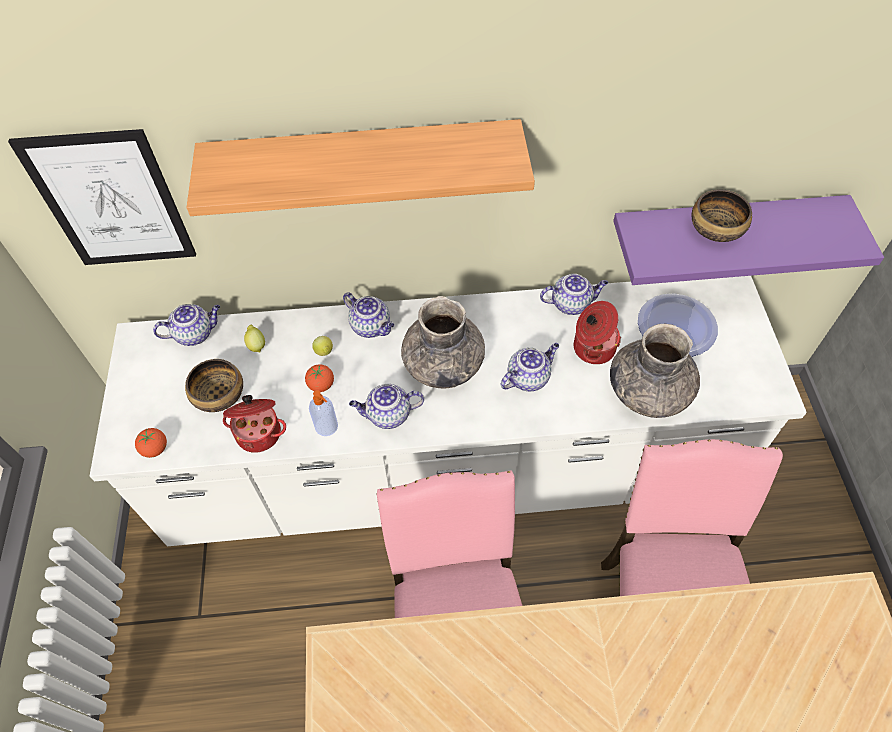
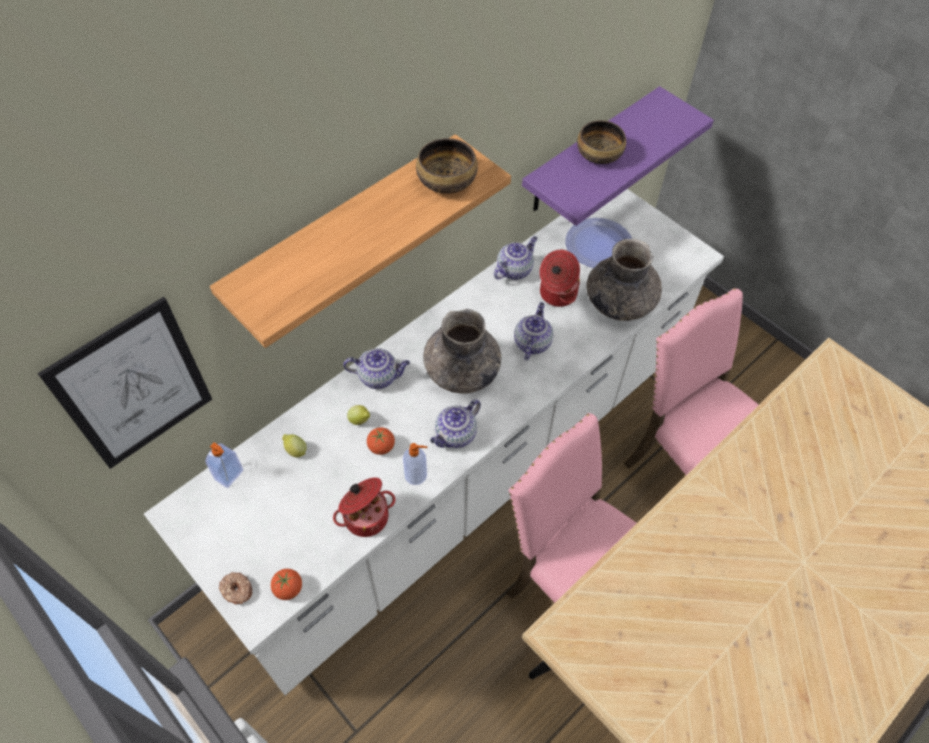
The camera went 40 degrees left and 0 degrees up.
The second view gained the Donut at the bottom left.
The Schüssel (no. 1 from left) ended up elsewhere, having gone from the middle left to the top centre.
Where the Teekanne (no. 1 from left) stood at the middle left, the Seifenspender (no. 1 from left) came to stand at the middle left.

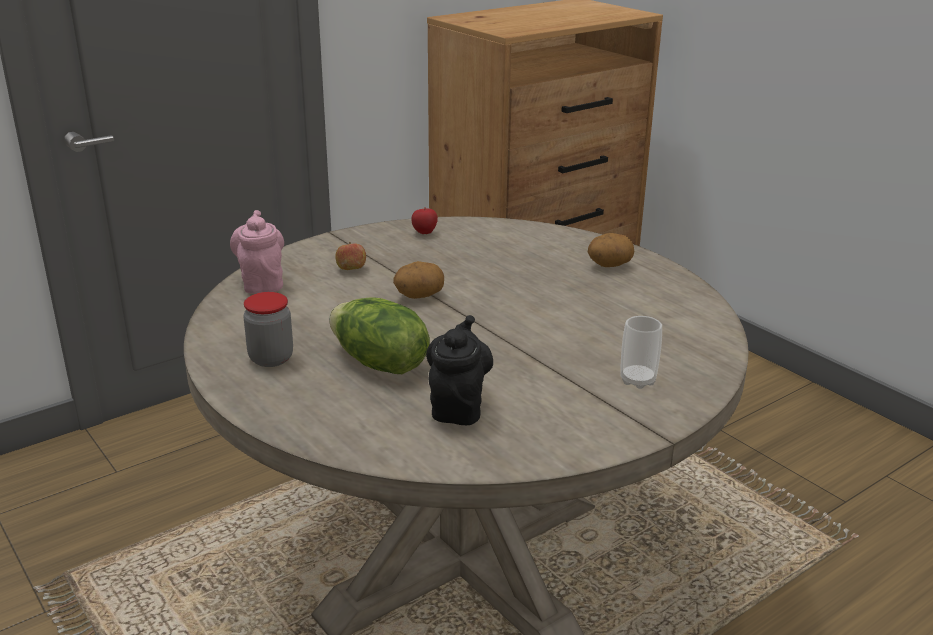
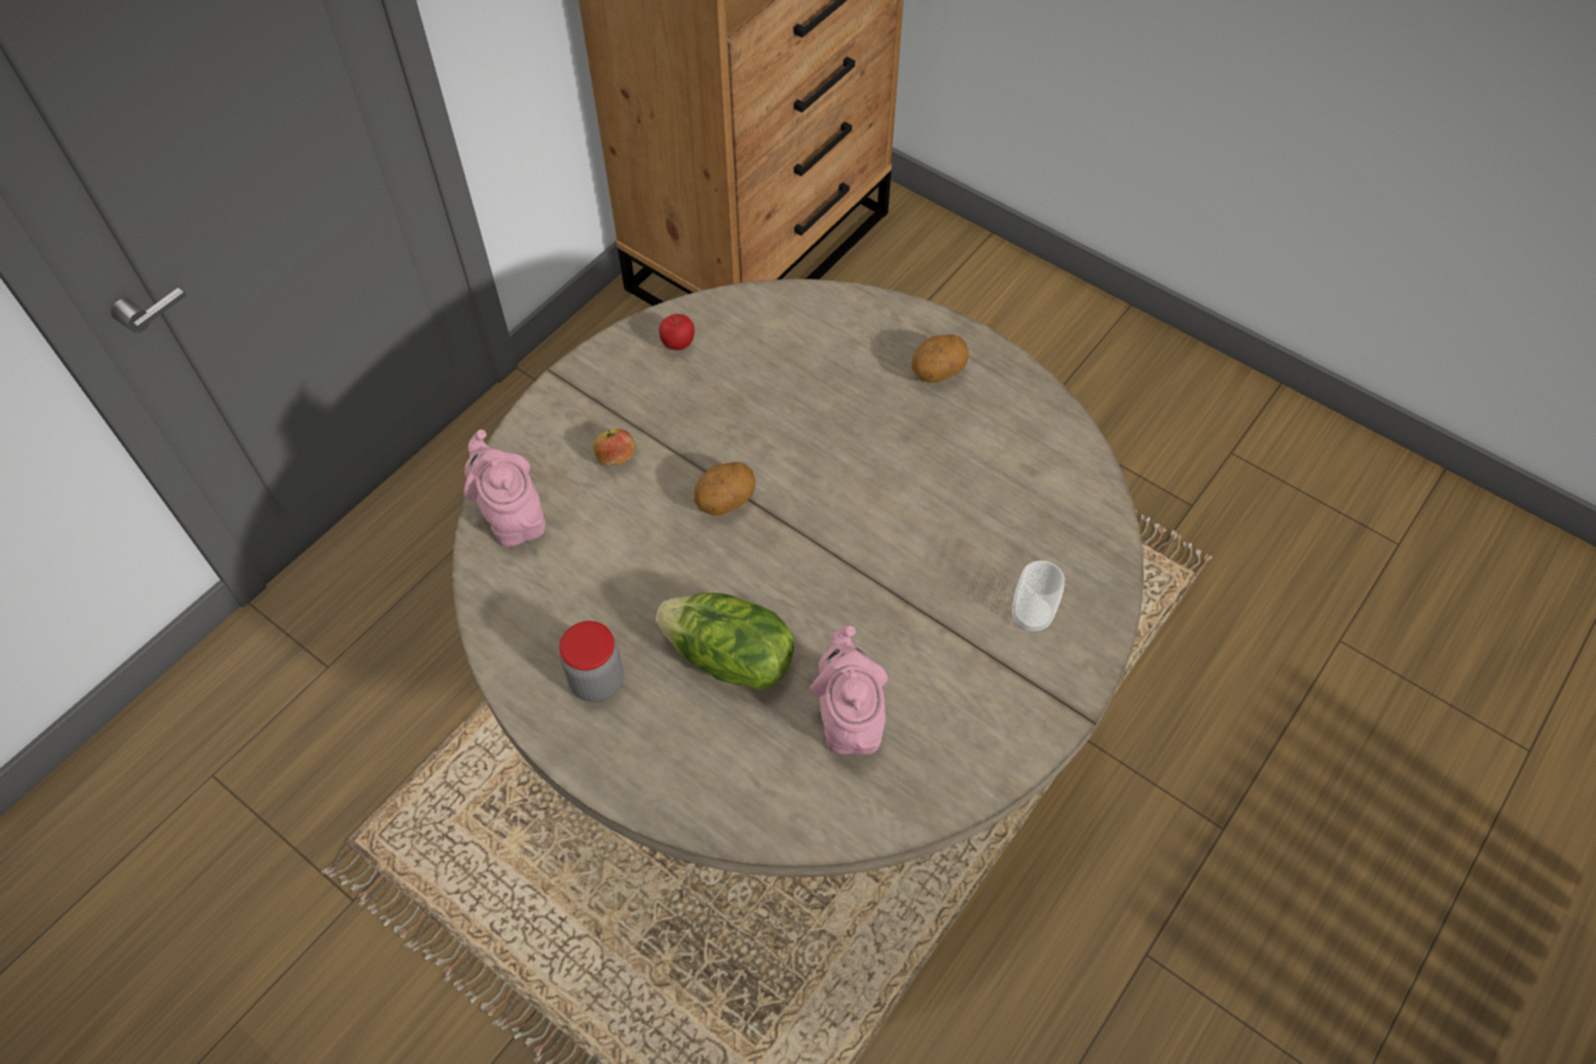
The camera went 15 degrees left and 30 degrees up.
What was the Teekanne (schwarz) at the centre turned into the Teekanne (rosa) (no. 2 from left) at the centre.

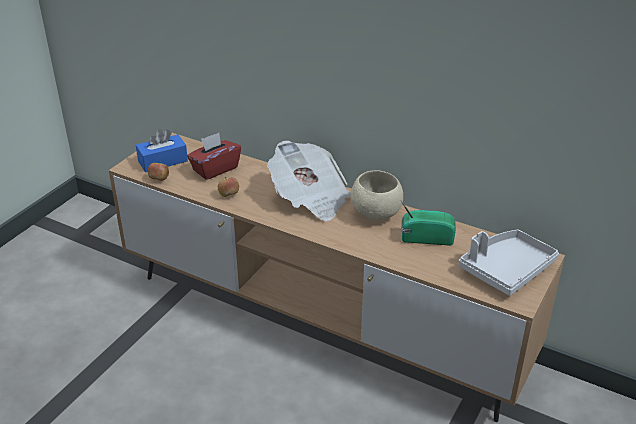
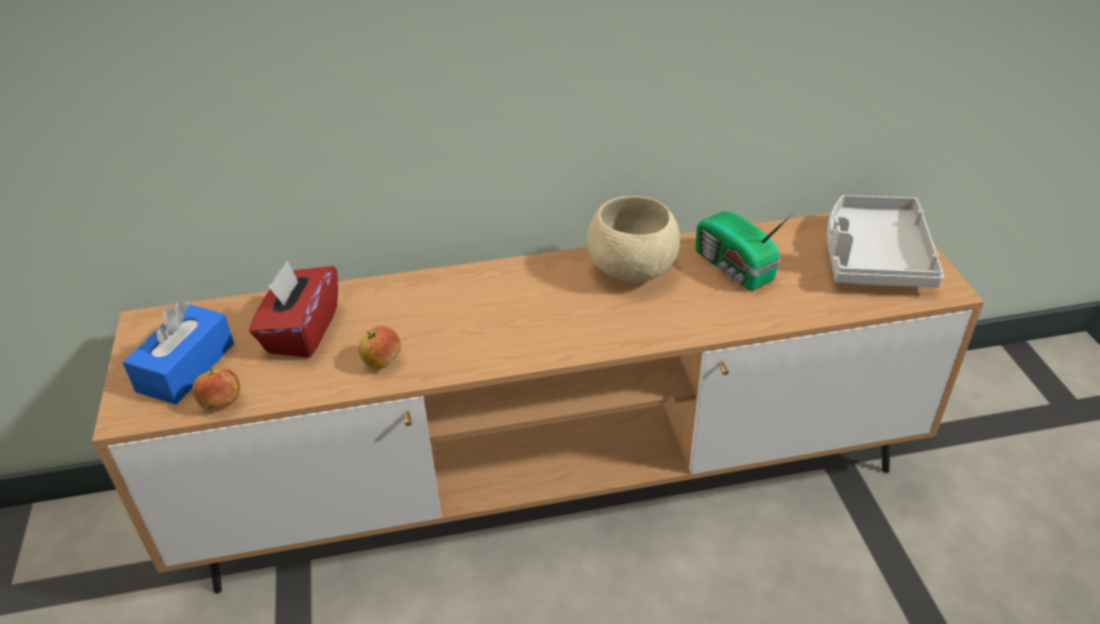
The camera went 40 degrees left and 5 degrees up.
The second view lost the Zeitung at the centre.
The Radio at the middle right ended up facing another way, 90 degrees counterclockwise from before.

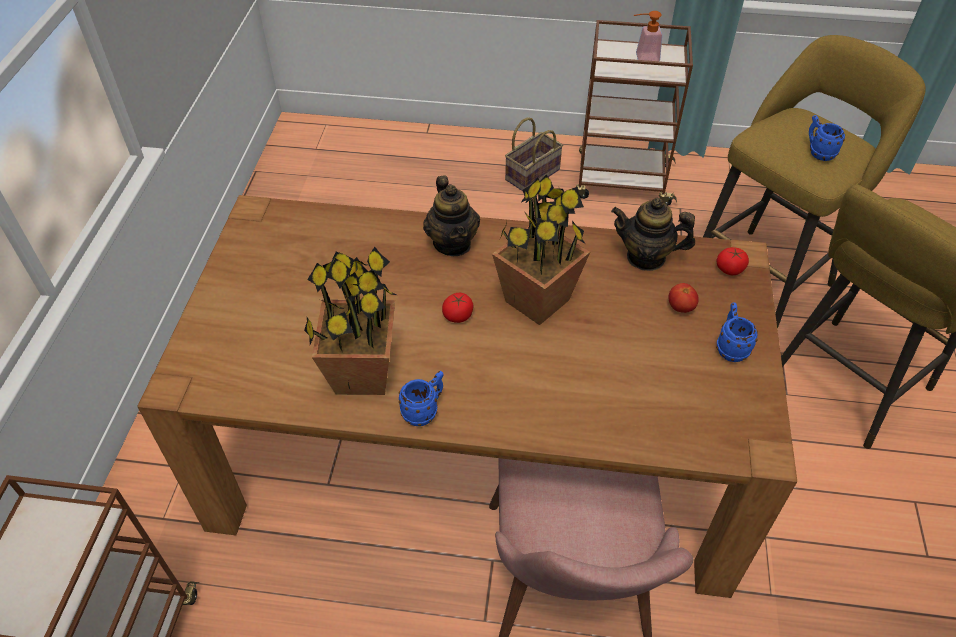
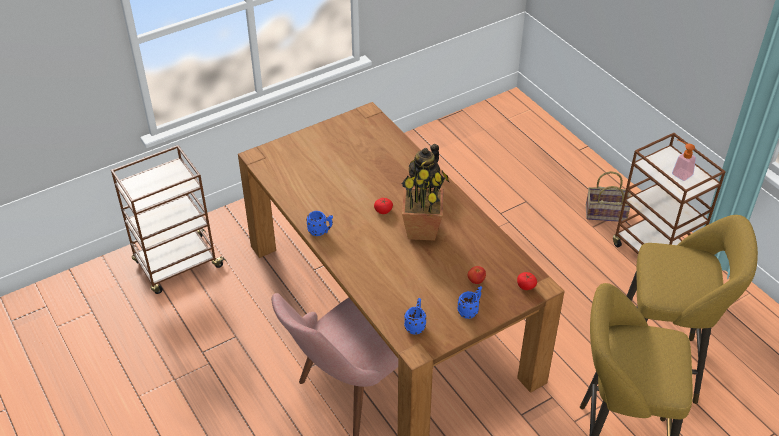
The camera went 50 degrees right and 5 degrees down.
The second view lost the Topfpflanze (no. 1 from left) at the centre.
The second view lost the Teekanne (no. 2 from left) at the middle right.
The Henkelbecher (blau) (no. 3 from left in the first image) ended up elsewhere, having gone from the top right to the bottom centre.

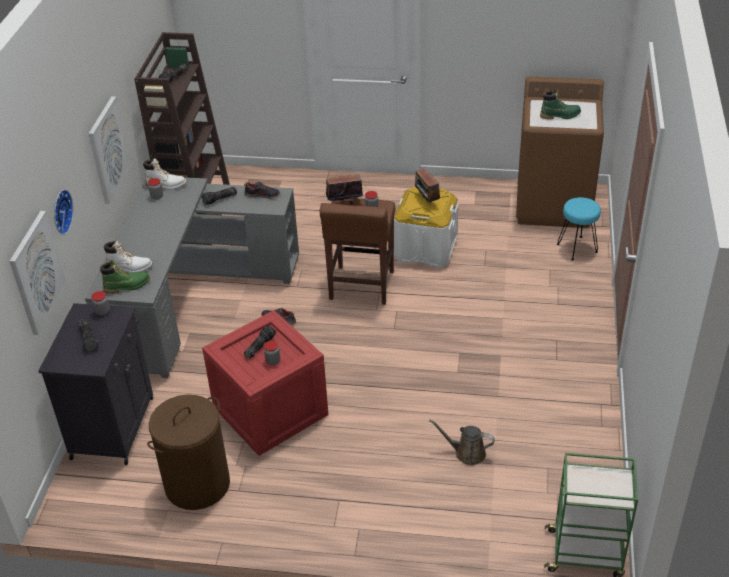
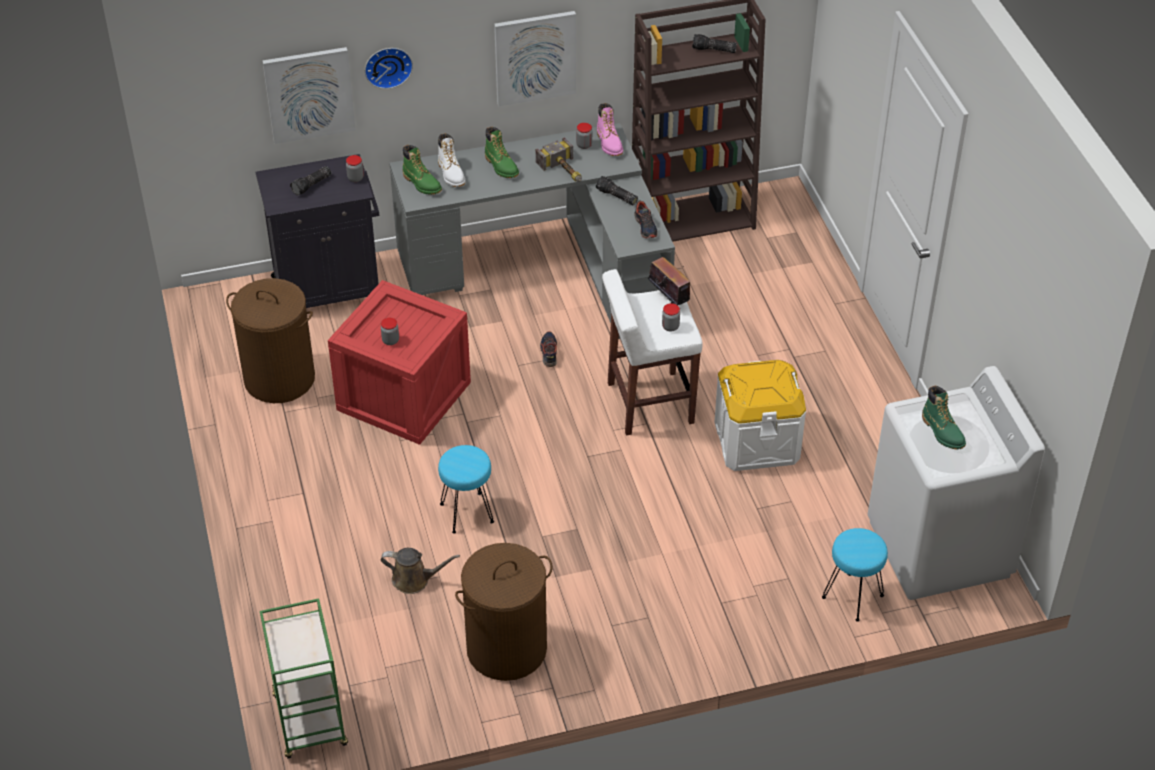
The camera went 65 degrees right and 5 degrees up.
The second view lost the Taschenlampe (no. 4 from left) at the centre.
The second view lost the Radio (no. 2 from left) at the top centre.
The second view gained the Hocker (türkis) (no. 1 from left) at the centre.
The second view gained the Wäschekorb (braun) (no. 2 from left) at the bottom centre.
The second view gained the Stiefel (grün) (no. 2 from left) at the top centre.
The second view gained the Hammer at the top centre.
What was the Stiefel (weiß) (no. 2 from left) at the top left turned into the Stiefel (rosa) at the top centre.
What was the Hocker (braun) at the centre turned into the Hocker (weiß) at the centre.
What was the Waschmaschine (braun) at the top right turned into the Waschmaschine (weiß) at the middle right.
The Gießkanne (braun) at the bottom centre ended up facing another way, 105 degrees clockwise from before.

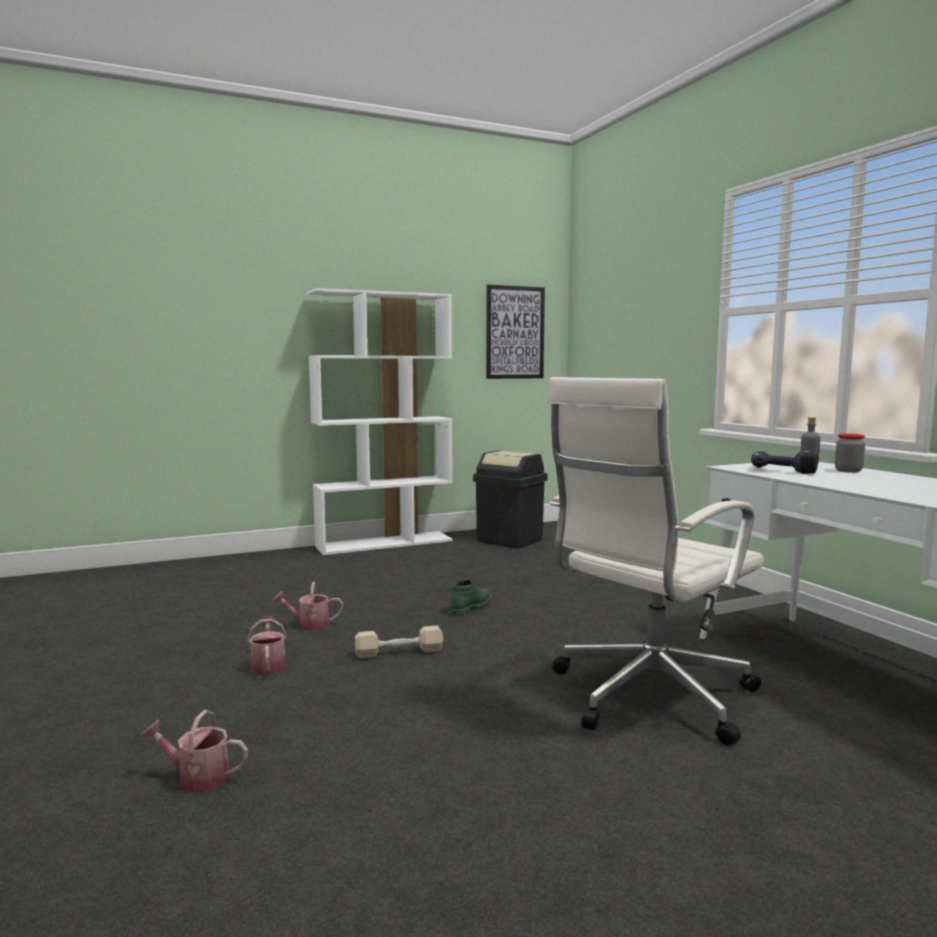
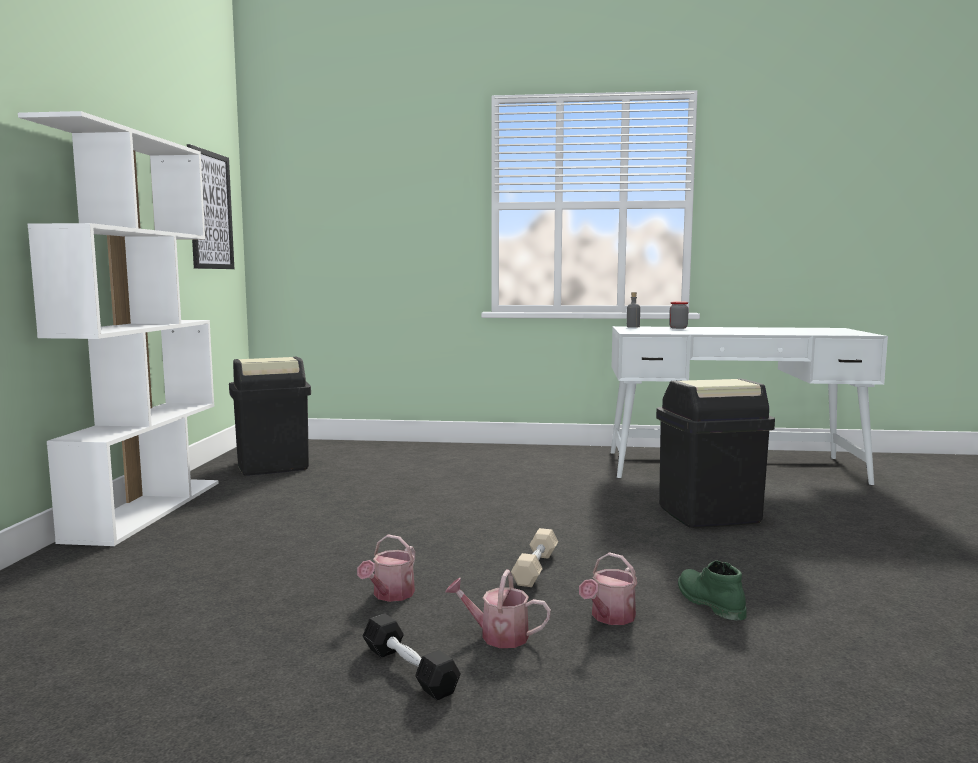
The camera went 60 degrees left and 0 degrees up.
The second view lost the Bohrmaschine at the middle right.
The second view gained the Hantel (schwarz) at the bottom centre.
The Gießkanne (no. 1 from left in the first image) ended up elsewhere, having gone from the bottom left to the bottom centre.
The Stiefel (grün) ended up elsewhere, having gone from the centre to the bottom right.
Where the Bürostuhl (weiß) stood at the middle right, the Mülleimer (schwarz) (no. 2 from left) came to stand at the middle right.

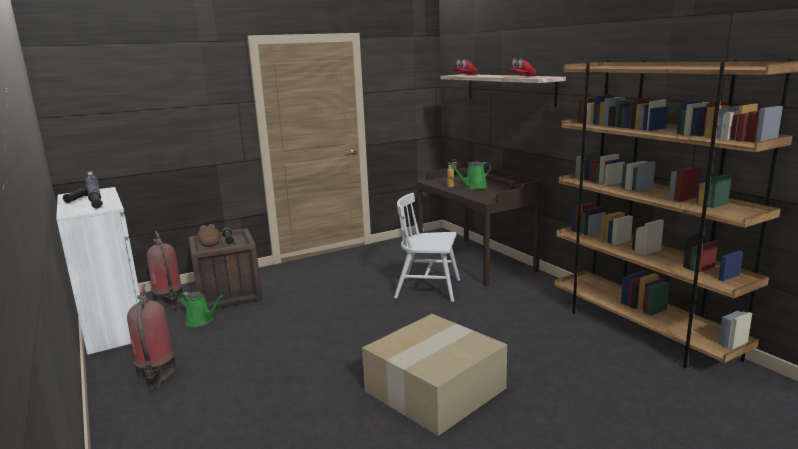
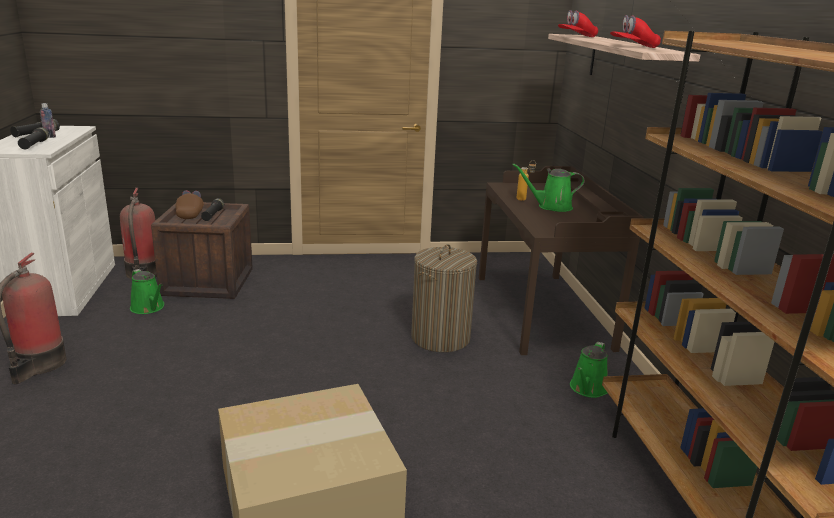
The camera went 20 degrees right and 5 degrees up.
The second view gained the Gießkanne (grün) (no. 3 from left) at the bottom right.
Where the Stuhl (weiß) stood at the centre, the Wäschekorb came to stand at the centre.

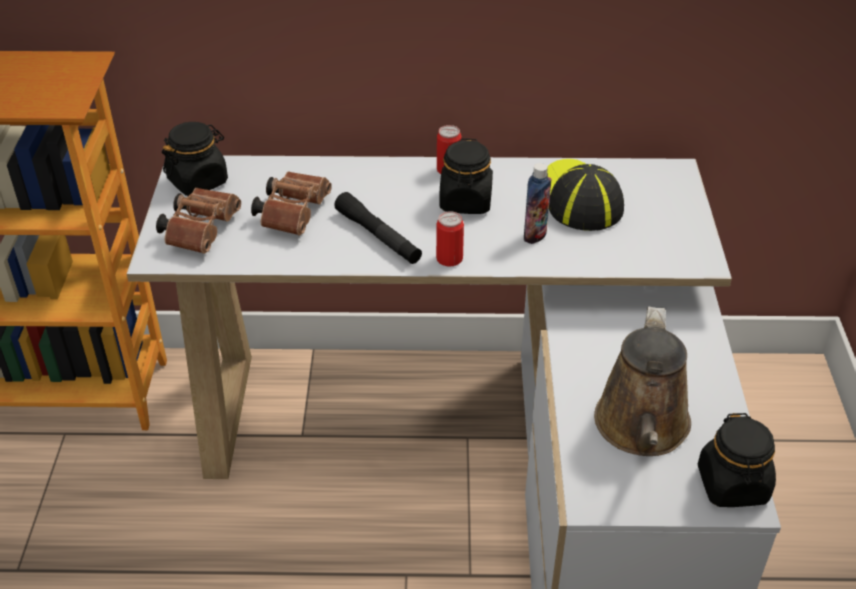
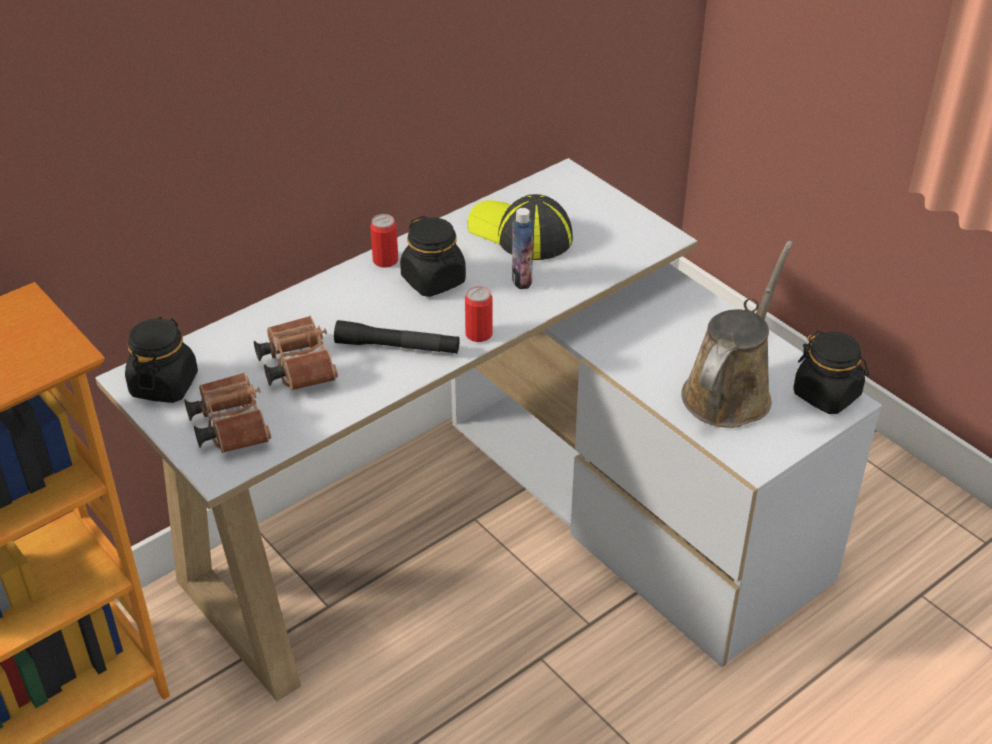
The camera went 40 degrees left and 0 degrees up.
The Gießkanne (braun) at the middle right ended up facing another way, 120 degrees counterclockwise from before.

